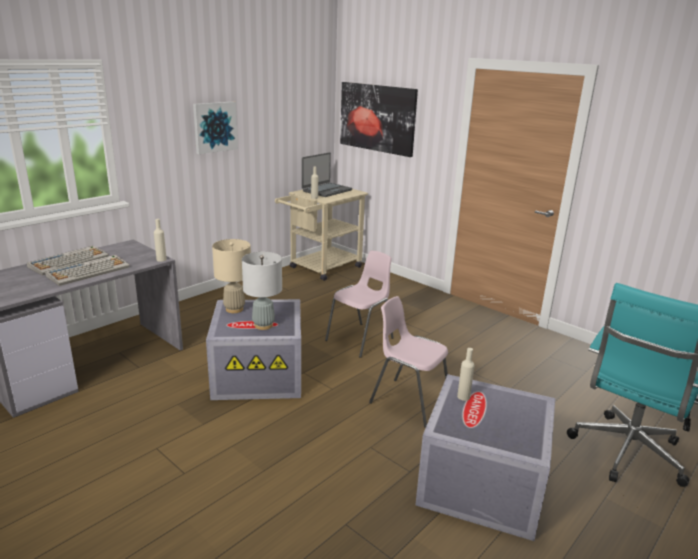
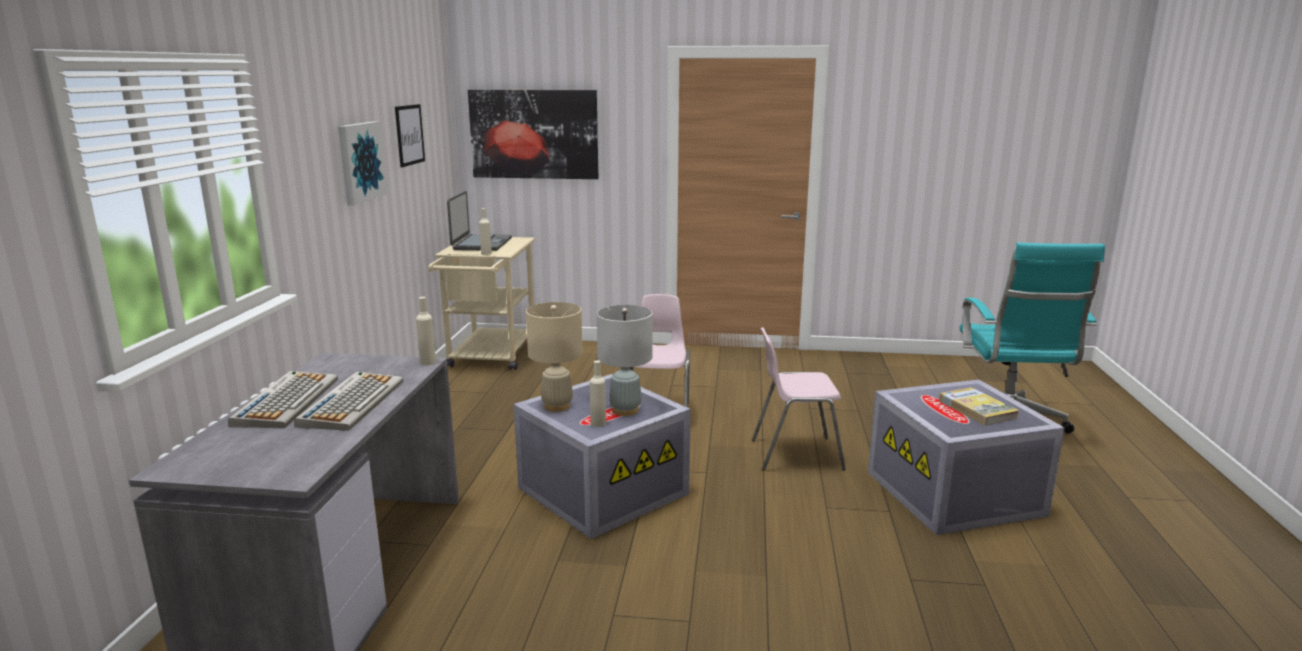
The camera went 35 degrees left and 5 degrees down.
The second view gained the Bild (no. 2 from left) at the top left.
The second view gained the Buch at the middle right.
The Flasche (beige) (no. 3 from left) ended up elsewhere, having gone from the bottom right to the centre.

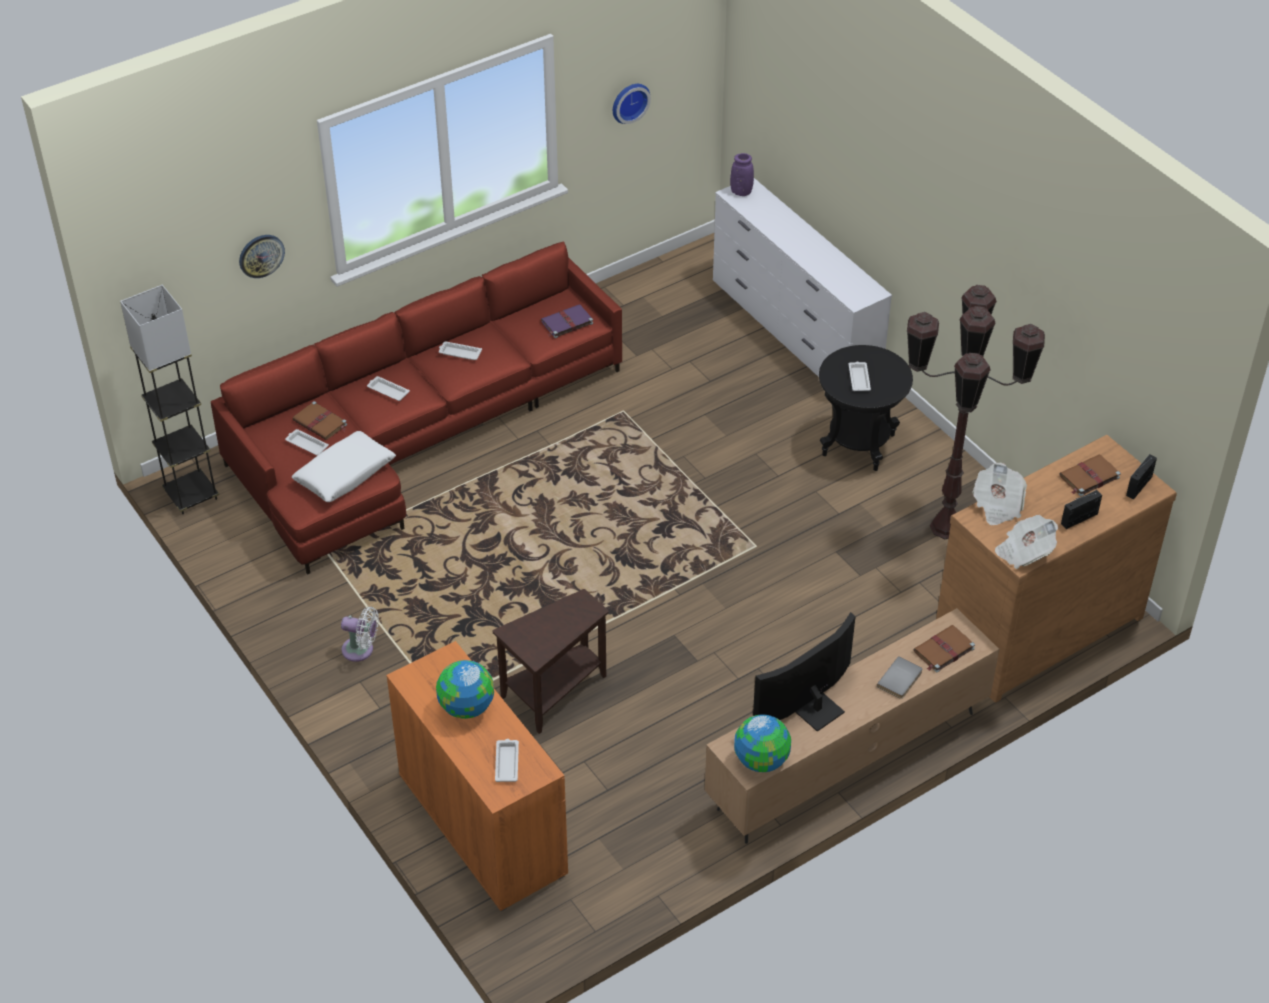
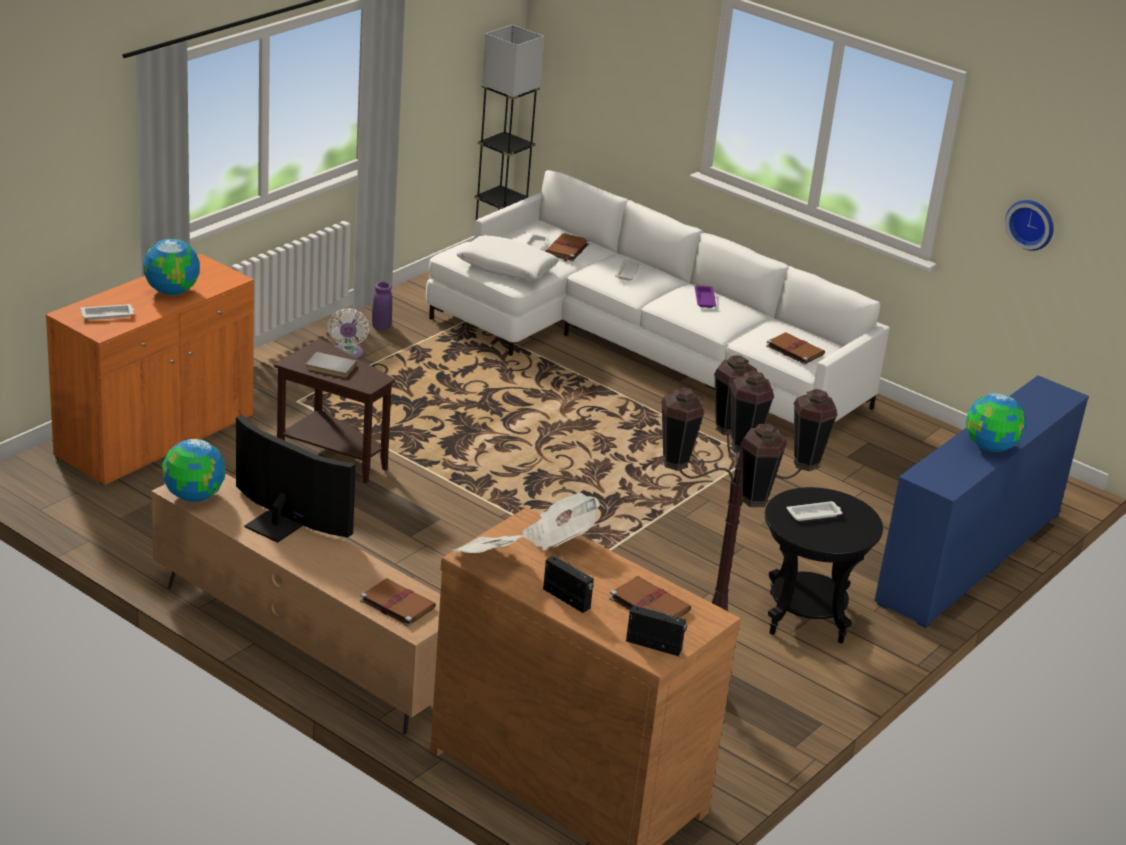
The camera went 70 degrees right and 15 degrees down.
The second view lost the Wanduhr (no. 1 from left) at the top left.
The second view gained the Globus (no. 3 from left) at the middle right.
The Vase (lila) ended up elsewhere, having gone from the top centre to the centre.
The Buch (grau) ended up elsewhere, having gone from the bottom right to the middle left.
What was the Sofa (rot) at the middle left turned into the Sofa (weiß) at the centre.
What was the Tablett (weiß) (no. 3 from left) at the centre turned into the Tablett (lila) at the centre.
What was the Buch (lila) at the top centre turned into the Buch (braun) (no. 4 from left) at the middle right.
What was the Kommode (weiß) at the top centre turned into the Kommode (blau) at the middle right.

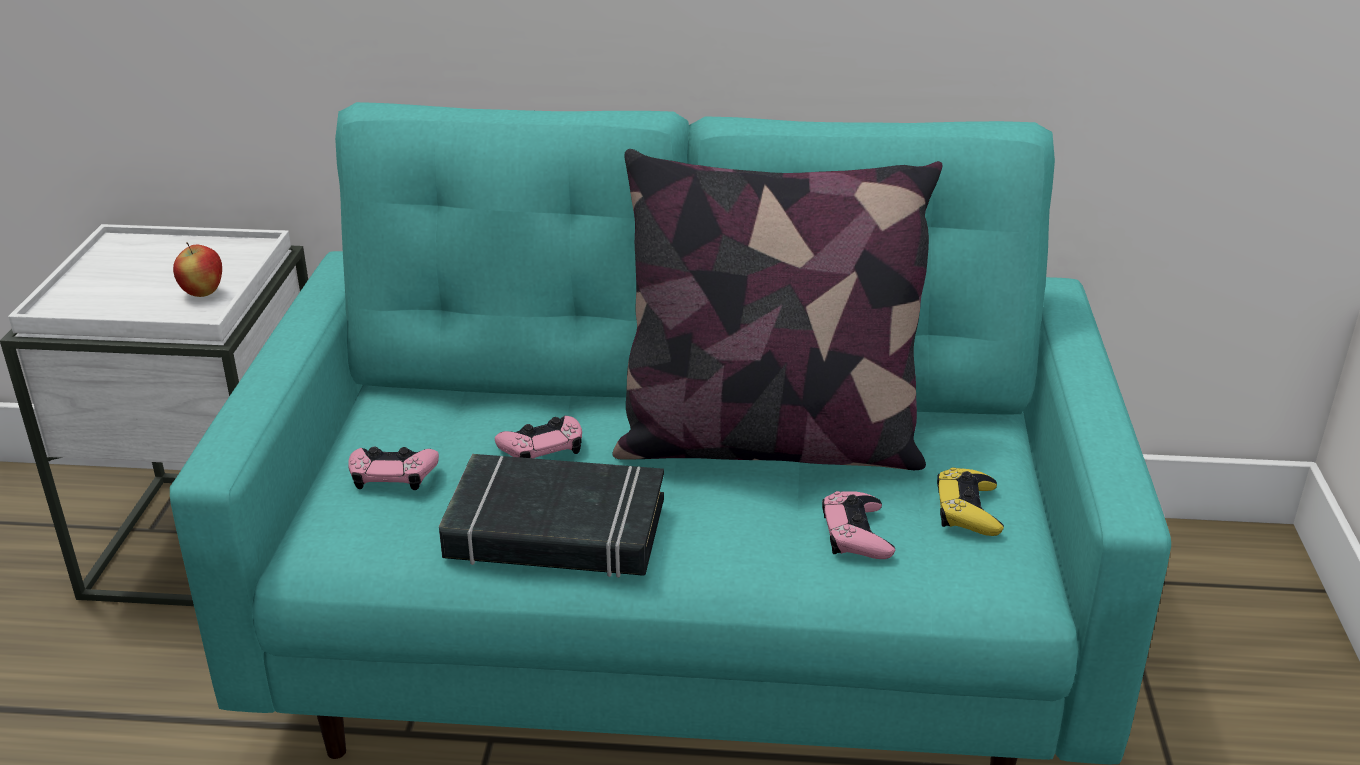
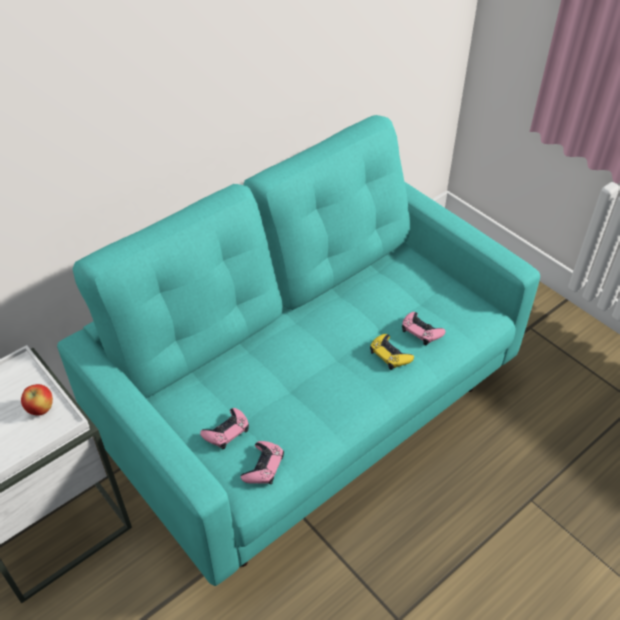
The camera went 45 degrees left and 15 degrees up.
The second view lost the Buch (schwarz) at the bottom centre.
The second view lost the Kissen at the centre.
The Gamepad (rosa) (no. 2 from left) ended up elsewhere, having gone from the centre to the bottom centre.
The Gamepad (gelb) ended up elsewhere, having gone from the middle right to the centre.

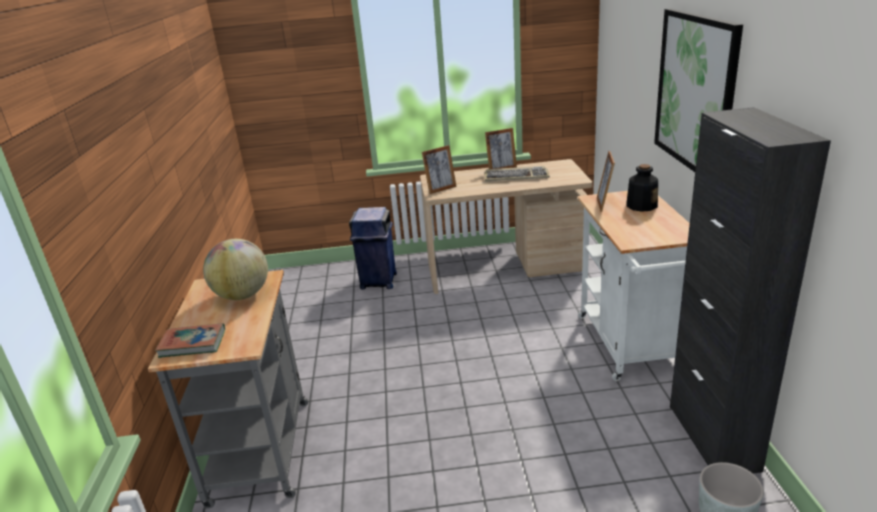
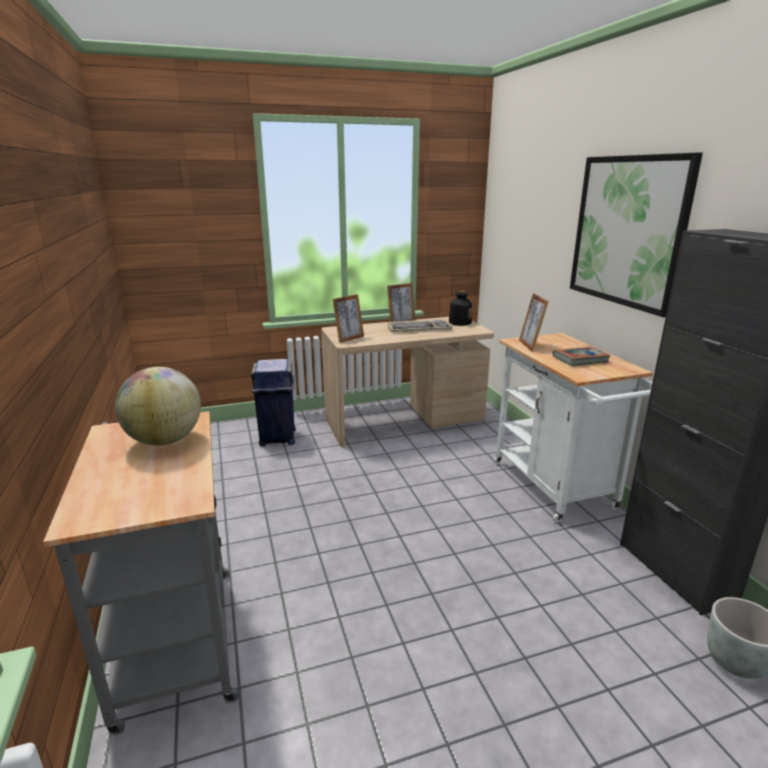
The camera went 15 degrees left and 5 degrees down.
The Buch ended up elsewhere, having gone from the middle left to the middle right.
The Flasche ended up elsewhere, having gone from the middle right to the centre.

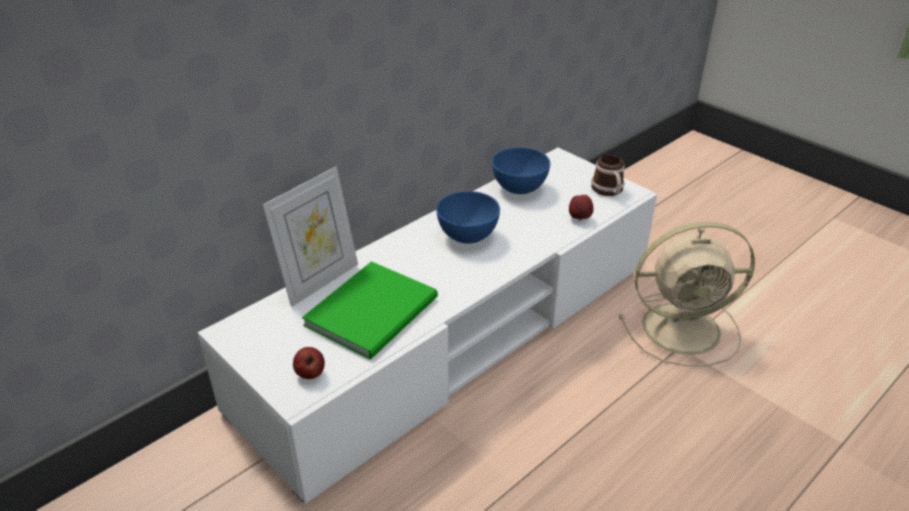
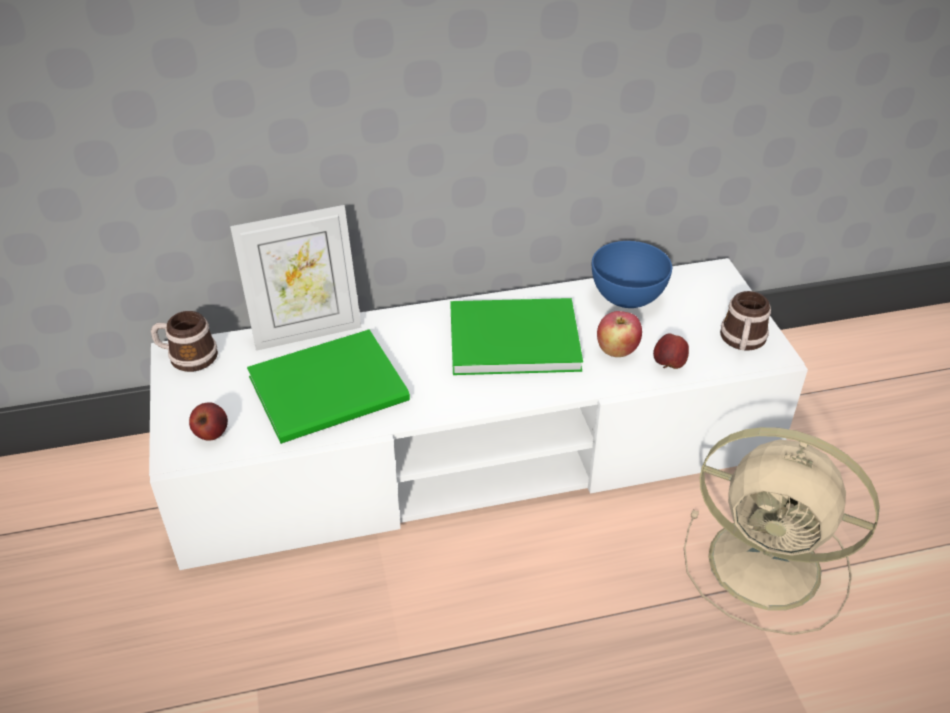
The camera went 30 degrees right and 5 degrees up.
The second view gained the Henkelbecher (no. 1 from left) at the middle left.
The second view gained the Apfel (no. 2 from left) at the centre.
Where the Schüssel (blau) (no. 1 from left) stood at the centre, the Buch (grün) (no. 2 from left) came to stand at the centre.

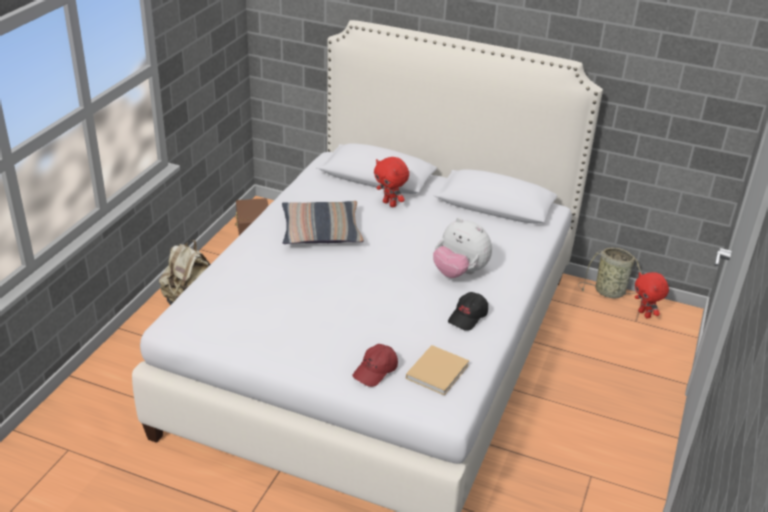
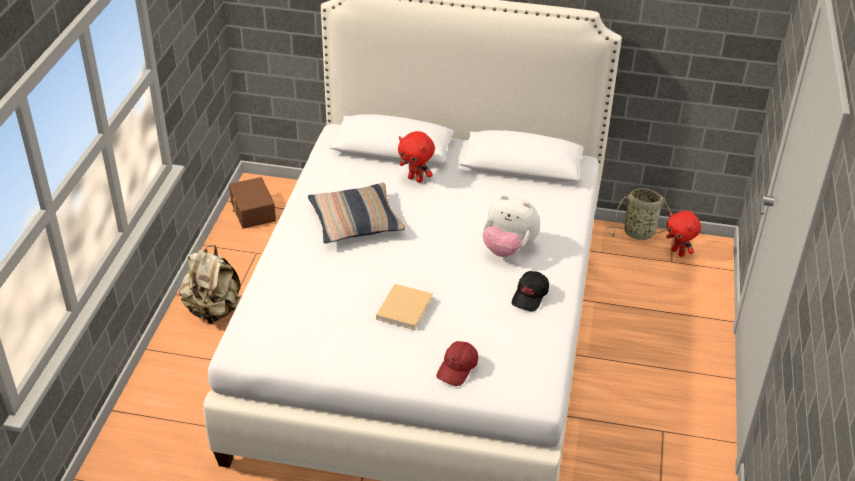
The camera went 10 degrees left and 5 degrees up.
The Buch (beige) ended up elsewhere, having gone from the bottom centre to the centre.

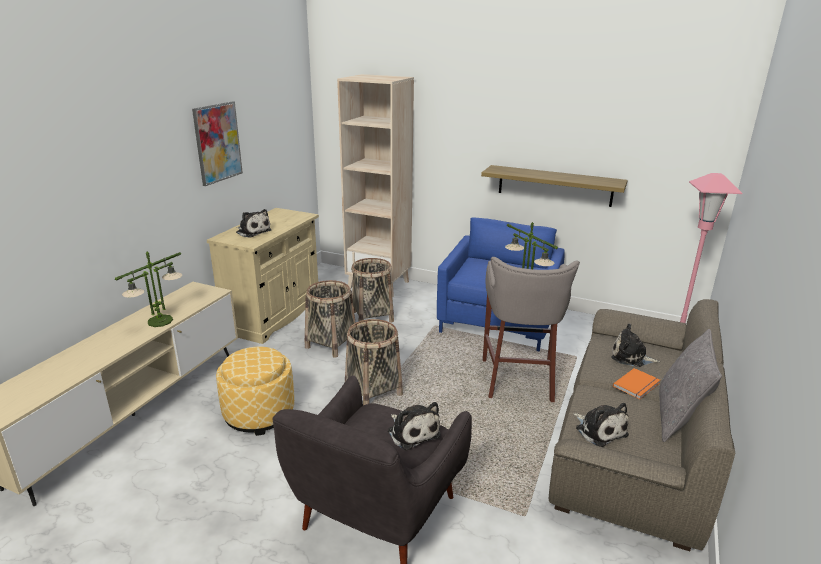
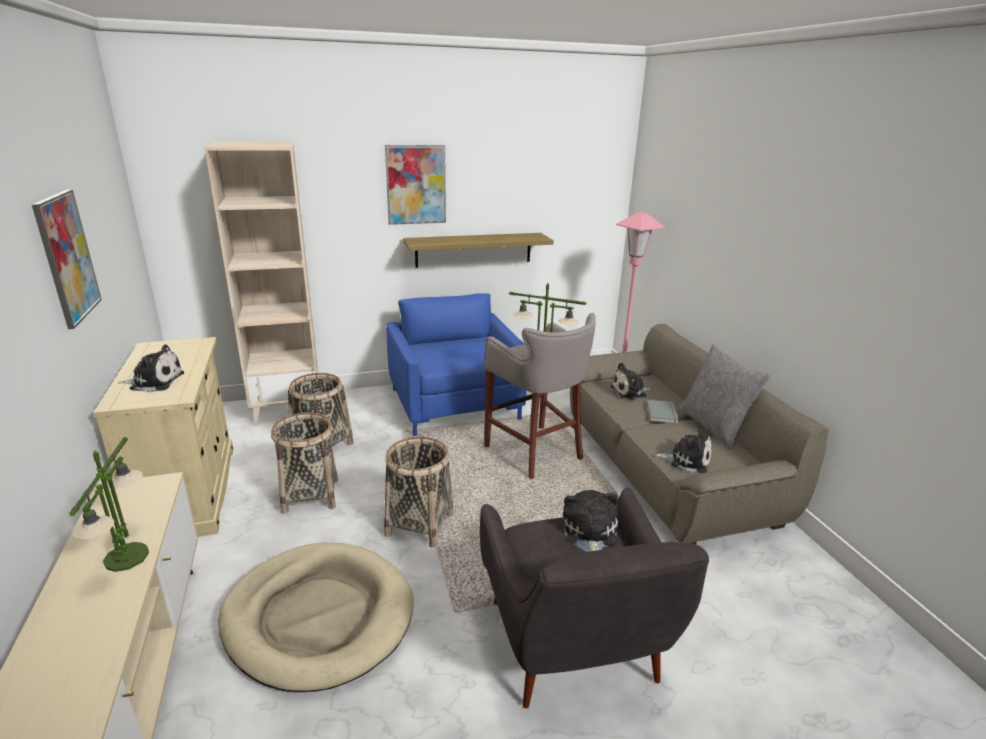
The camera went 40 degrees left and 0 degrees up.
The second view gained the Bild (no. 2 from left) at the top centre.
Where the Polsterhocker stood at the bottom left, the Hundebett (beige) came to stand at the bottom left.
What was the Buch (orange) at the bottom right turned into the Buch (grau) at the middle right.
The Plüschtier (no. 2 from left) at the bottom centre ended up facing another way, 105 degrees counterclockwise from before.

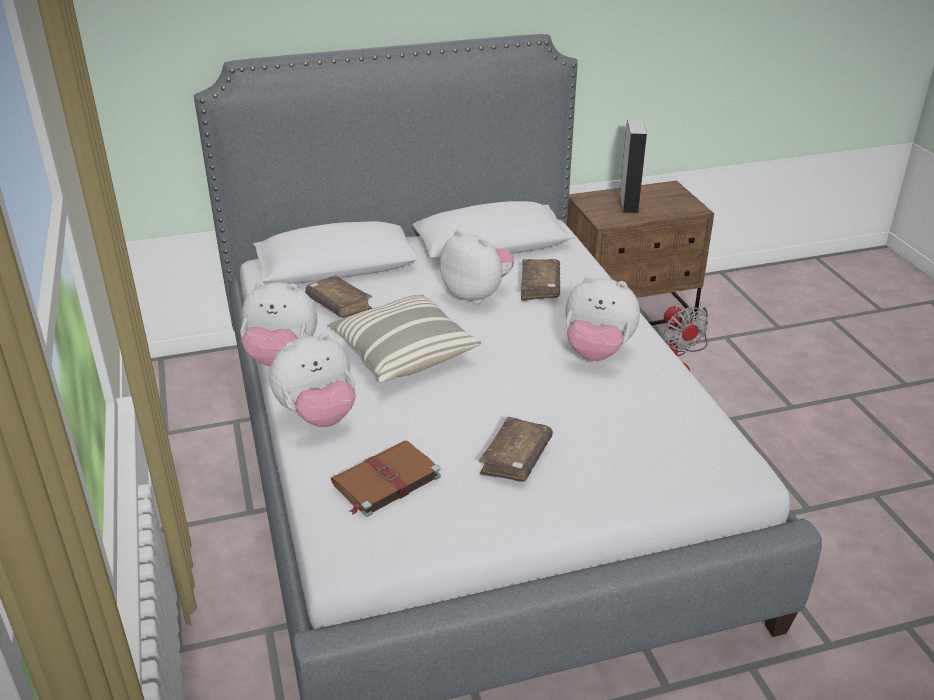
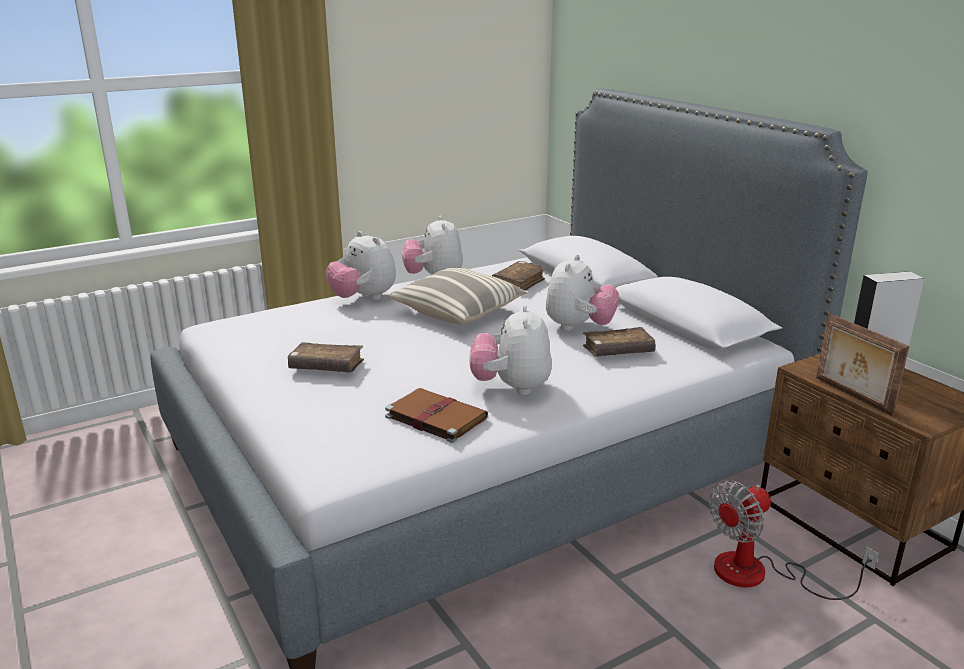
The camera went 75 degrees right and 10 degrees down.
The second view gained the Bilderrahmen at the middle right.
The Buch (braun) (no. 2 from left) ended up elsewhere, having gone from the bottom centre to the centre.

